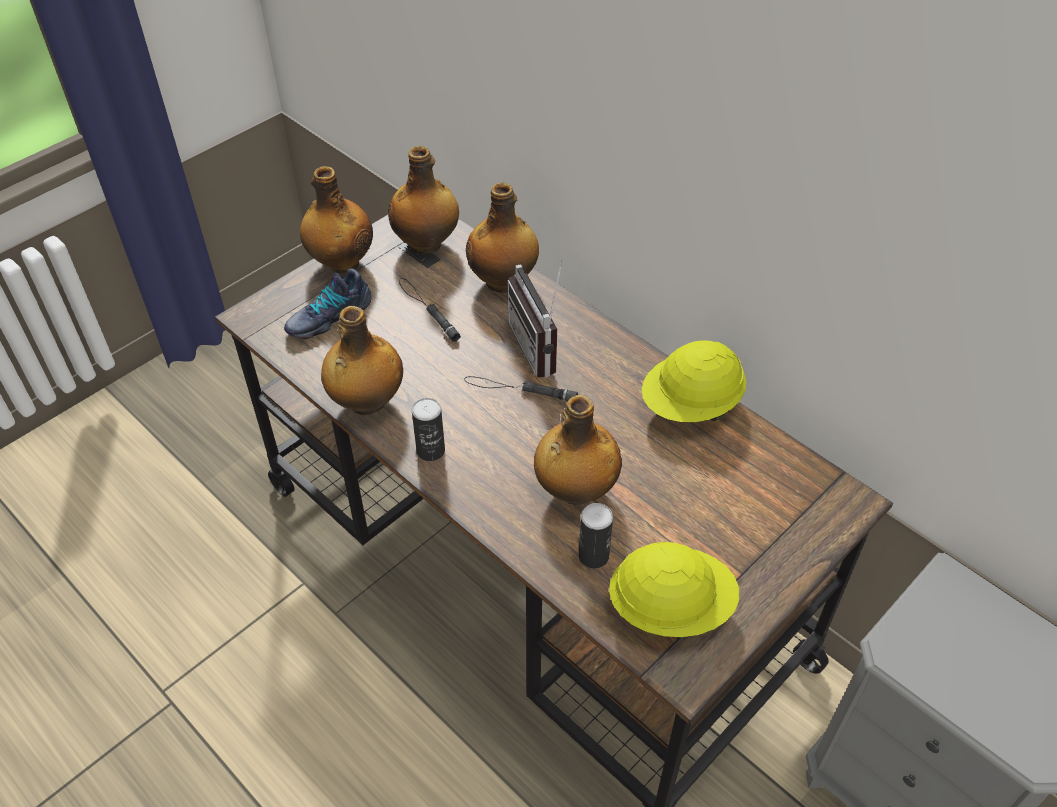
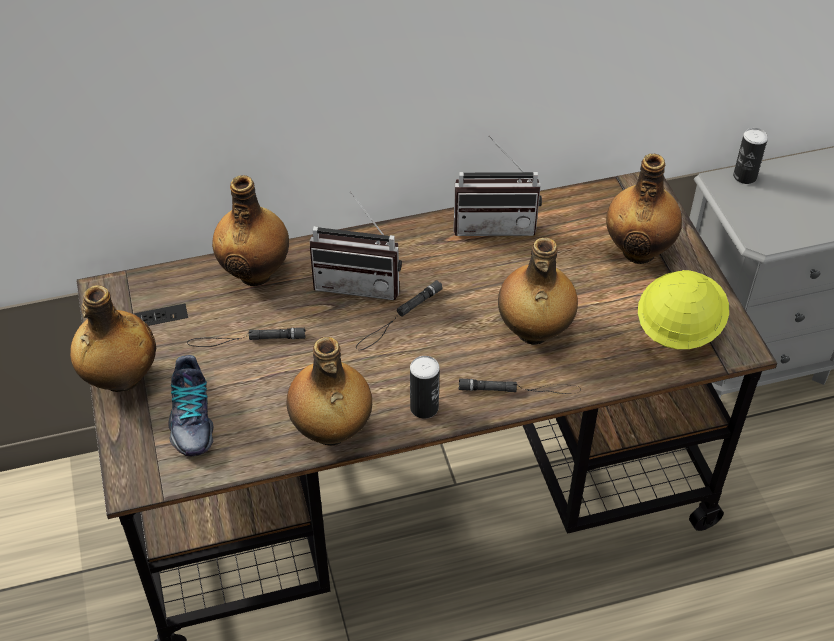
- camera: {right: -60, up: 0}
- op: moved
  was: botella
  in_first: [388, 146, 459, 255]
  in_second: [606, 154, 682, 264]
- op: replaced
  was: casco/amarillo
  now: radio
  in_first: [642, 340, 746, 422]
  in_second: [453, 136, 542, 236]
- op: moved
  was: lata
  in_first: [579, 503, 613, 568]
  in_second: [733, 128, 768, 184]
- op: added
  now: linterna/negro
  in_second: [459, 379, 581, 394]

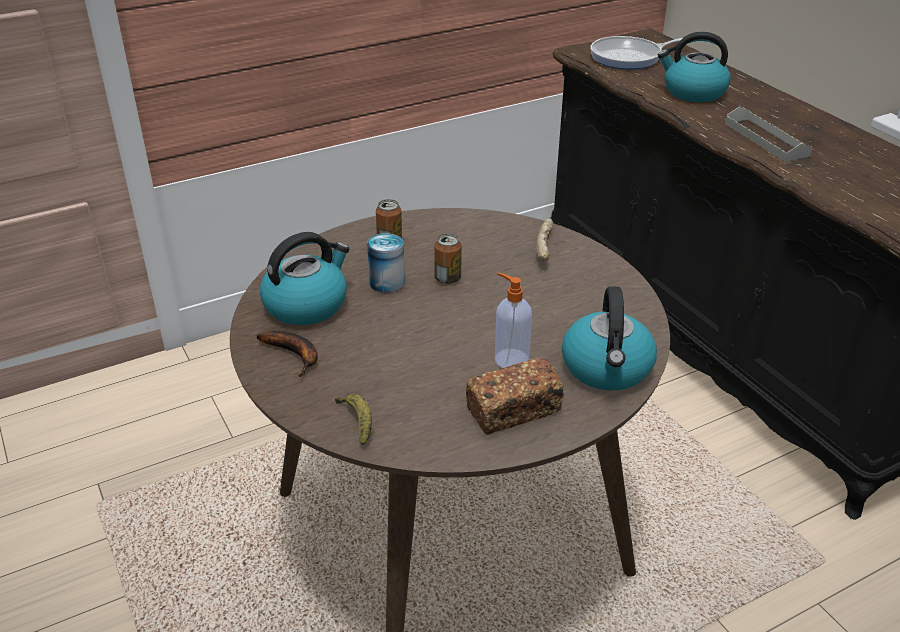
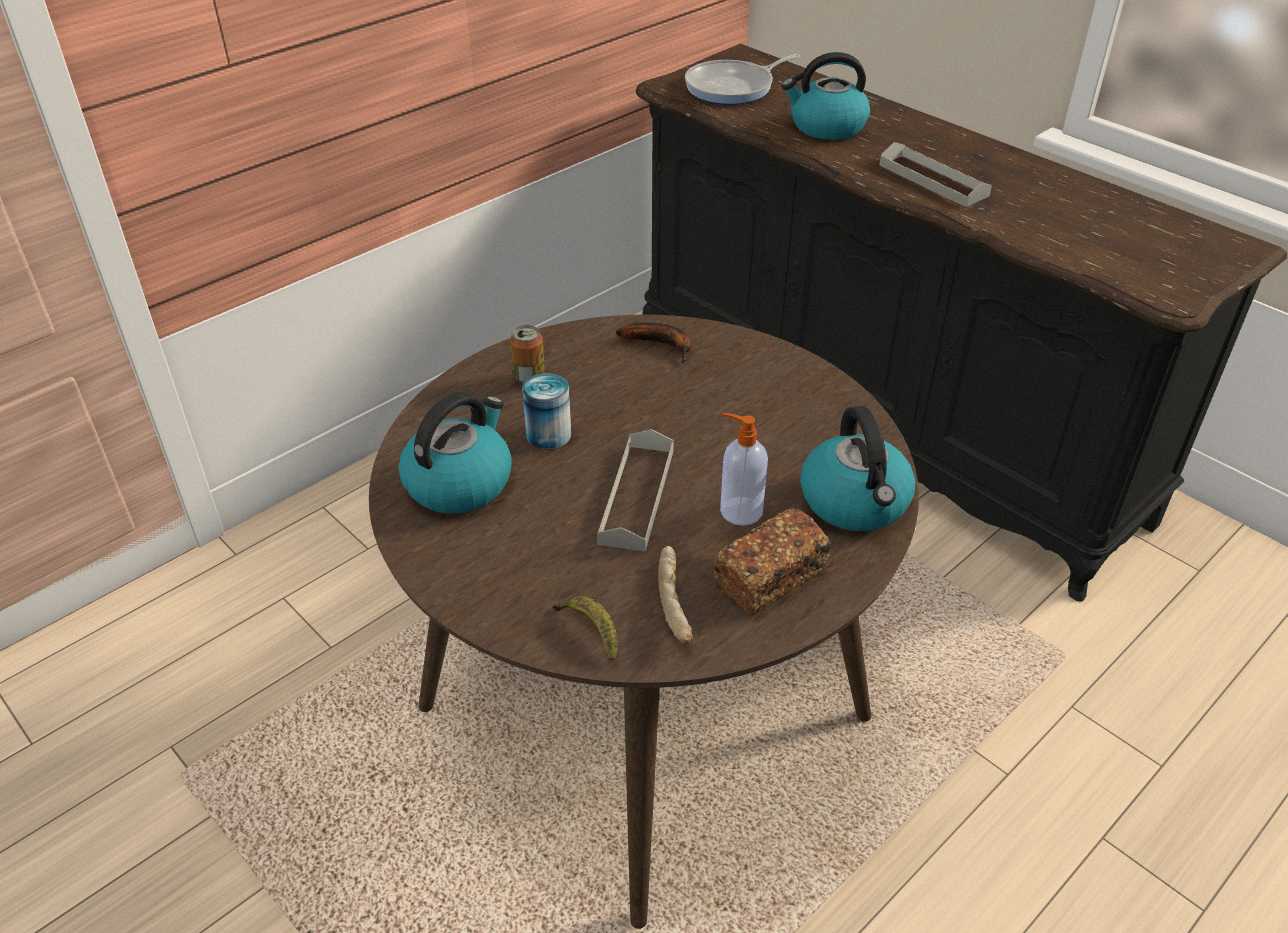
- camera: {right: -15, up: 5}
- op: moved
  was: pan
  in_first: [536, 218, 553, 261]
  in_second: [658, 546, 693, 645]
- op: removed
  was: lata
  in_first: [434, 234, 462, 284]
- op: moved
  was: plátano
  in_first: [256, 330, 318, 377]
  in_second: [616, 323, 692, 363]
- op: added
  now: bandeja/gris
  in_second: [597, 429, 674, 552]

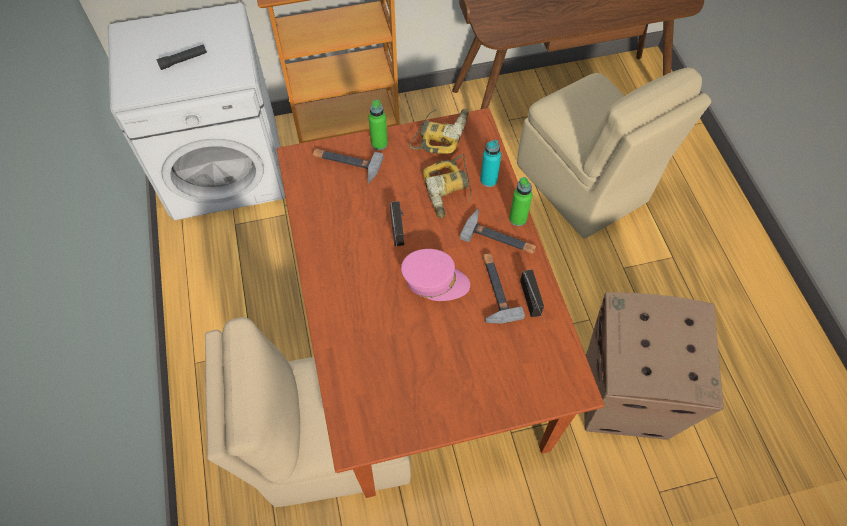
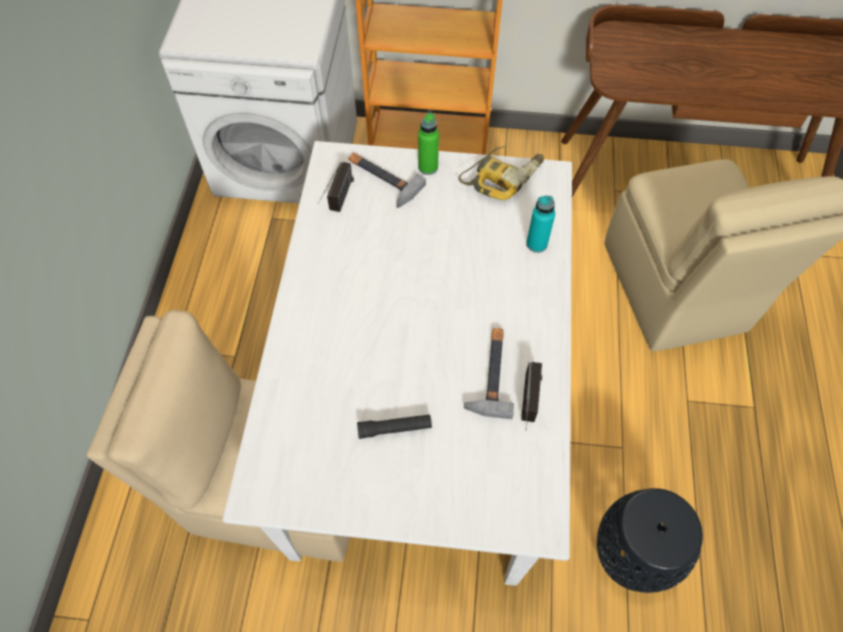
- camera: {right: 20, up: 0}
- op: moved
  was: linterna/negro
  in_first: [156, 45, 207, 70]
  in_second: [357, 415, 432, 439]
- op: recoloured
  was: mesa de comedor/marrón
  now: mesa de comedor/blanco
  in_first: [277, 108, 605, 498]
  in_second: [222, 141, 572, 586]
- op: removed
  was: taladro
  in_first: [423, 155, 472, 218]
- op: removed
  was: botella/verde
  in_first: [509, 177, 533, 226]
- op: moved
  was: radio
  in_first: [390, 201, 404, 246]
  in_second: [318, 162, 354, 212]
- op: removed
  was: martillo
  in_first: [460, 209, 536, 254]
- op: removed
  was: gorra/rosa
  in_first: [401, 249, 470, 301]
- op: replaced
  was: caja de cartón
  now: taburete/negro
  in_first: [584, 292, 724, 440]
  in_second: [597, 488, 703, 593]

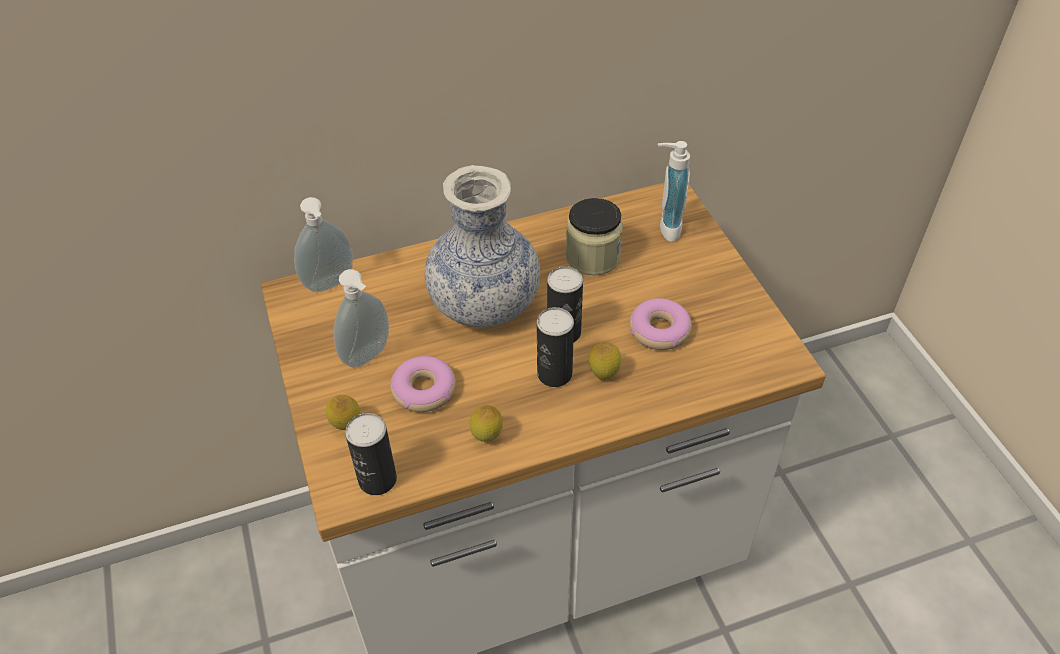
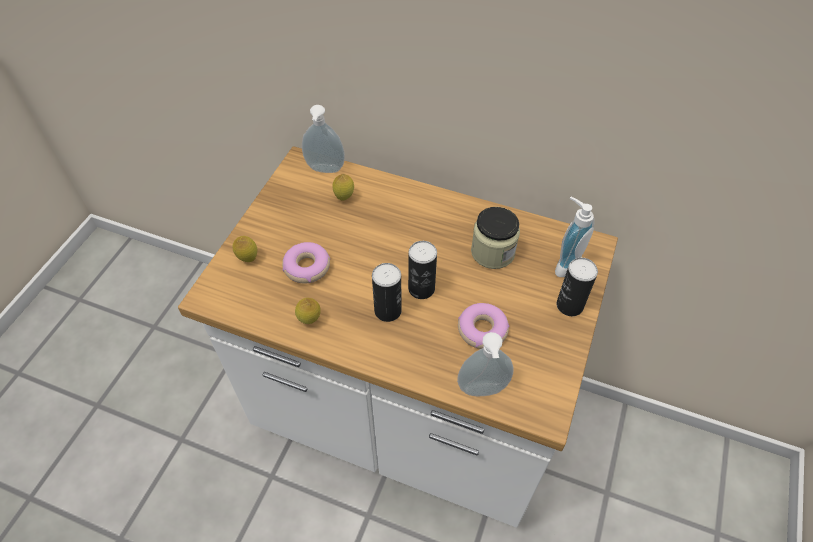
- camera: {right: 40, up: 5}
- op: removed
  was: florero
  in_first: [425, 165, 540, 327]
- op: moved
  was: dispensador de jabón
  in_first: [334, 269, 389, 368]
  in_second: [457, 332, 513, 396]
- op: moved
  was: limón
  in_first: [589, 342, 621, 380]
  in_second: [333, 174, 354, 201]
- op: moved
  was: lata
  in_first: [345, 413, 397, 495]
  in_second: [557, 258, 598, 316]

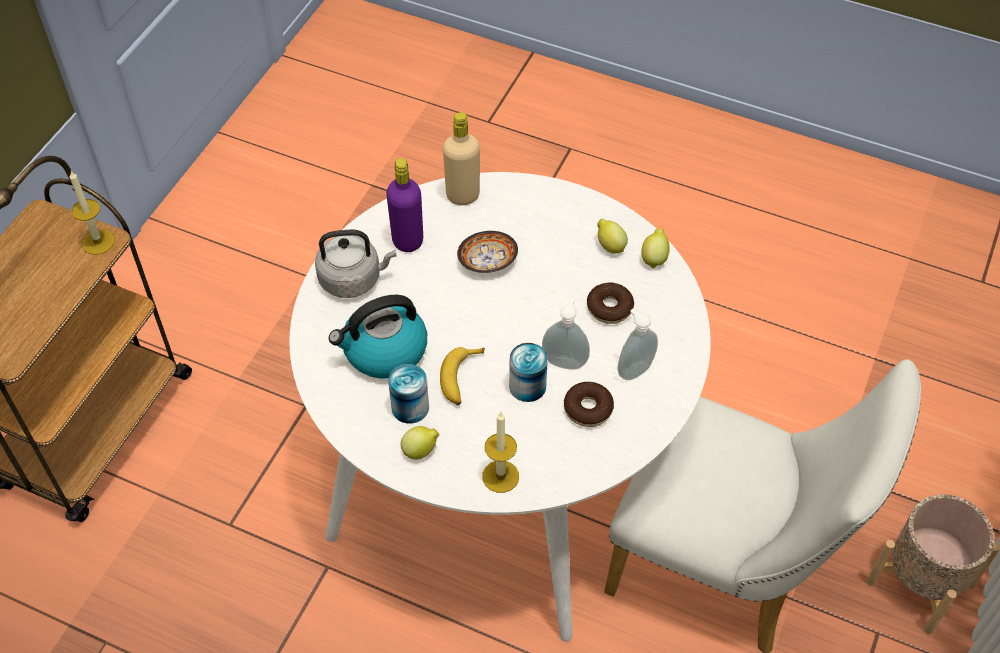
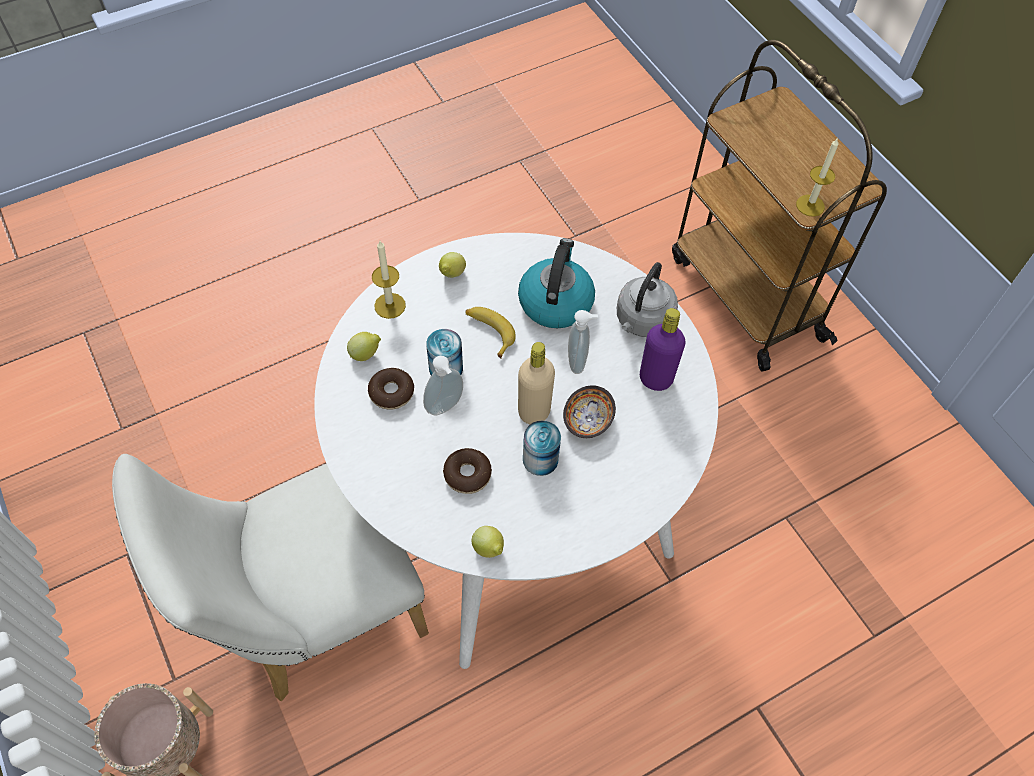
- camera: {right: 125, up: 5}
- op: moved
  was: botella/beis
  in_first: [443, 112, 480, 205]
  in_second: [518, 342, 555, 424]
- op: moved
  was: limón
  in_first: [597, 219, 628, 254]
  in_second: [347, 332, 381, 361]
- op: moved
  was: dispensador de jabón
  in_first: [618, 308, 658, 380]
  in_second: [568, 310, 598, 374]
- op: moved
  was: lata
  in_first: [388, 364, 429, 423]
  in_second: [523, 421, 561, 476]

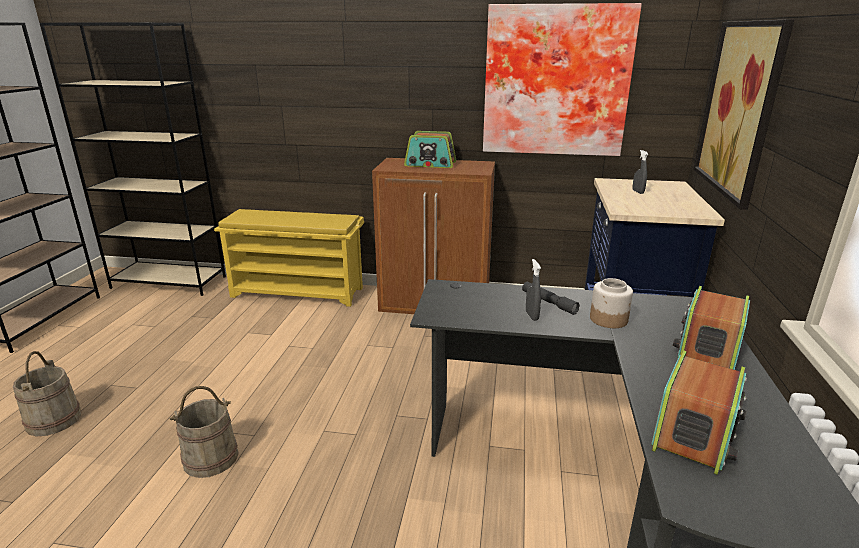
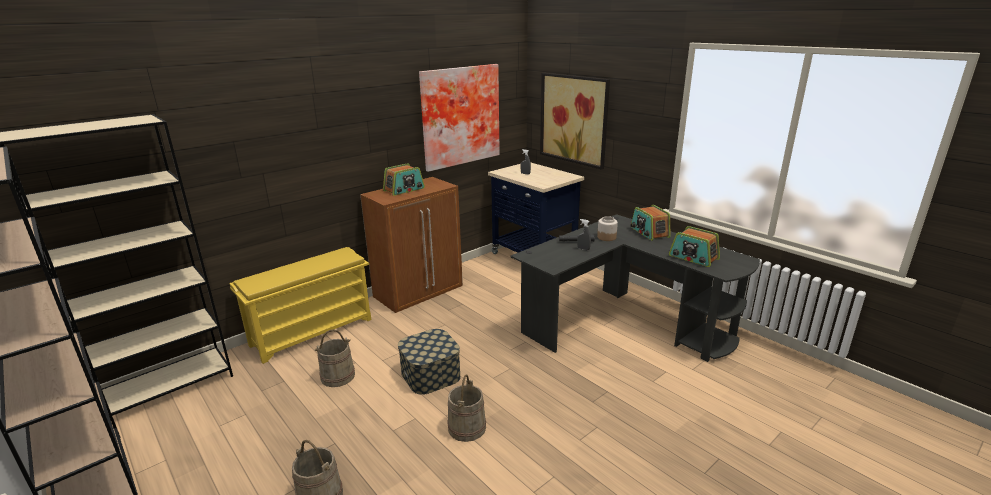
- camera: {right: -50, up: 0}
- op: turned
  was: radio
  in_first: [651, 350, 747, 475]
  in_second: [669, 226, 720, 267]
  clockwise: 150
- op: added
  now: cubo/beis
  in_second: [315, 329, 355, 387]
- op: added
  now: caja de almacenaje
  in_second: [398, 329, 461, 395]

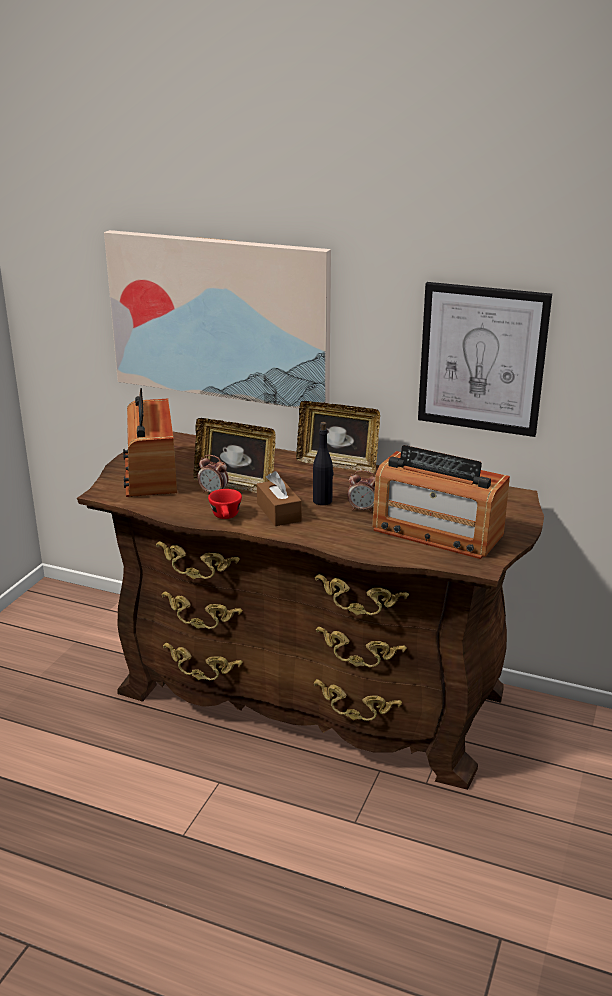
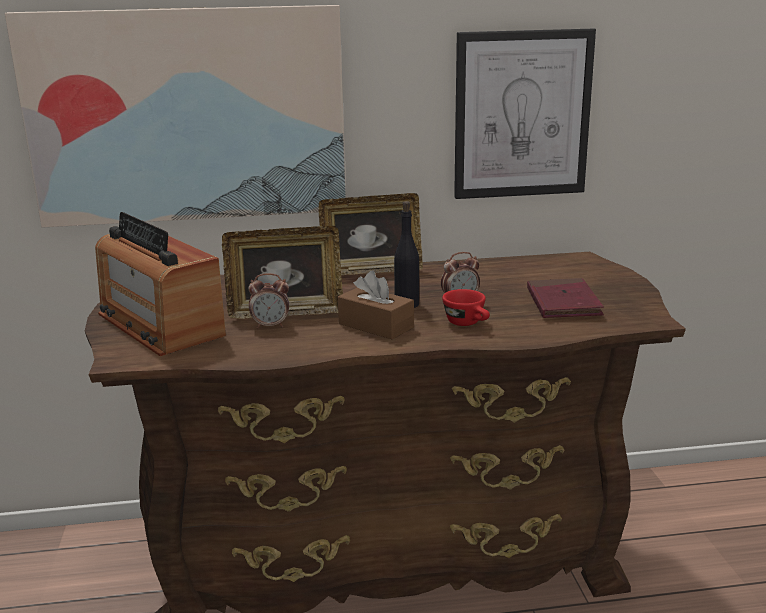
- camera: {right: -30, up: -5}
- op: replaced
  was: radio
  now: libro/rojo
  in_first: [372, 445, 510, 559]
  in_second: [527, 278, 604, 318]
- op: moved
  was: taza/rojo
  in_first: [208, 489, 242, 519]
  in_second: [442, 289, 490, 326]

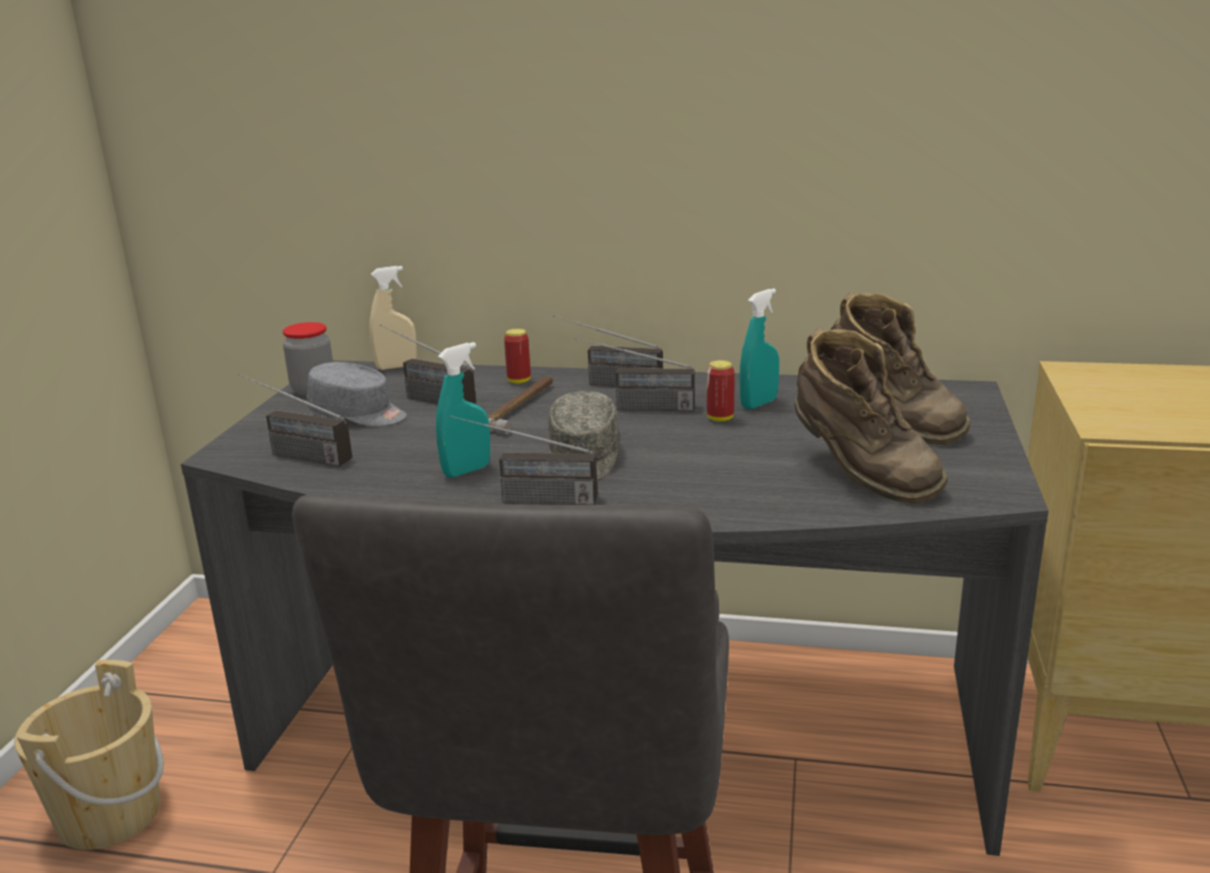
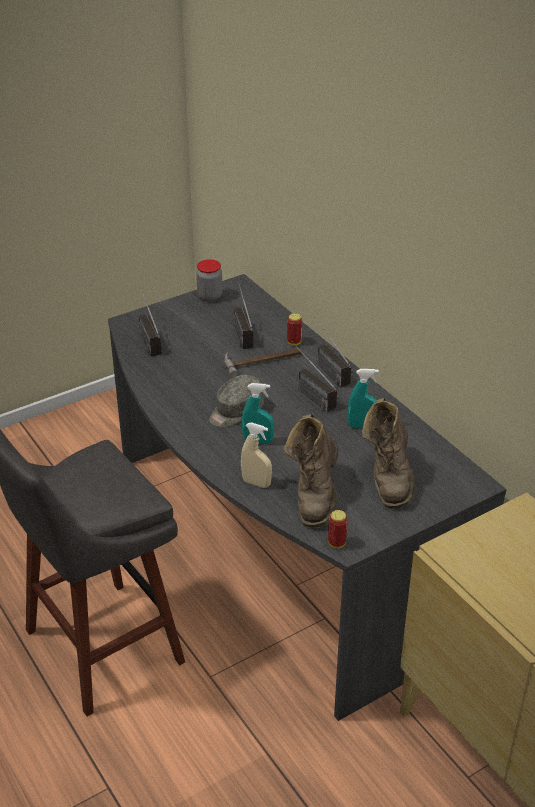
- camera: {right: 45, up: 15}
- op: moved
  was: pulverizador/beis
  in_first: [369, 266, 417, 370]
  in_second: [241, 422, 272, 488]
- op: moved
  was: pulverizador/turquesa
  in_first: [436, 342, 490, 478]
  in_second: [242, 383, 274, 444]
- op: moved
  was: lata
  in_first: [707, 360, 735, 422]
  in_second: [328, 510, 347, 548]
- op: removed
  was: gorra/gris
  in_first: [307, 362, 407, 426]
- op: removed
  was: radio
  in_first: [451, 415, 598, 505]
- op: removed
  was: cubo/beis
  in_first: [14, 660, 164, 850]

